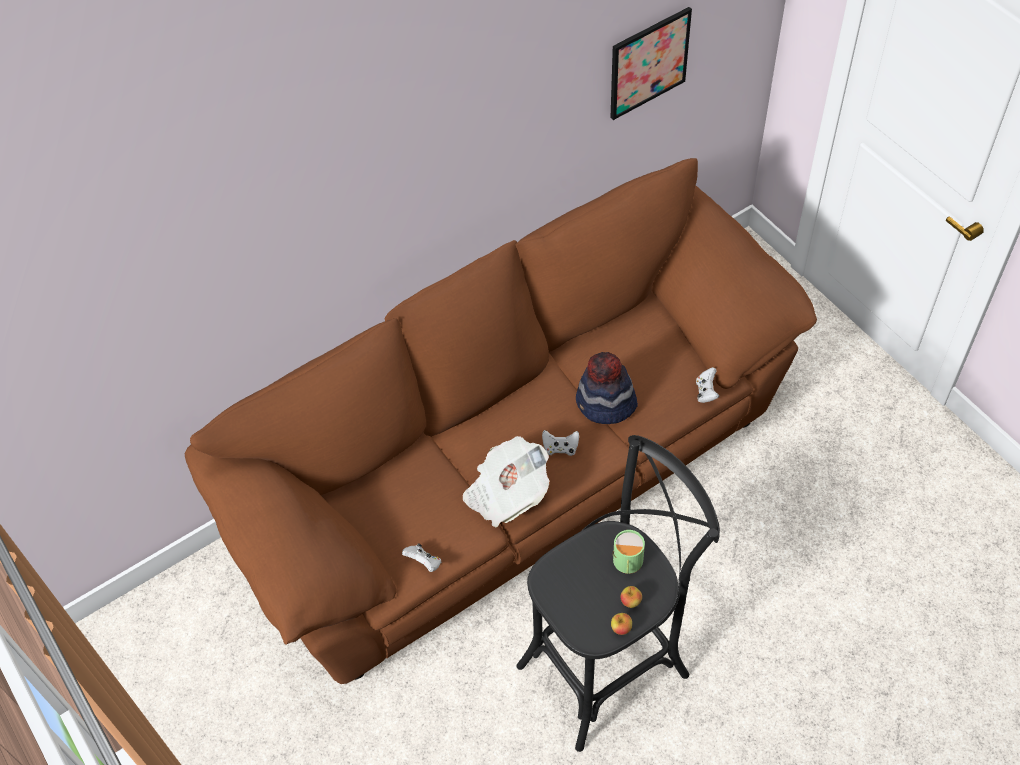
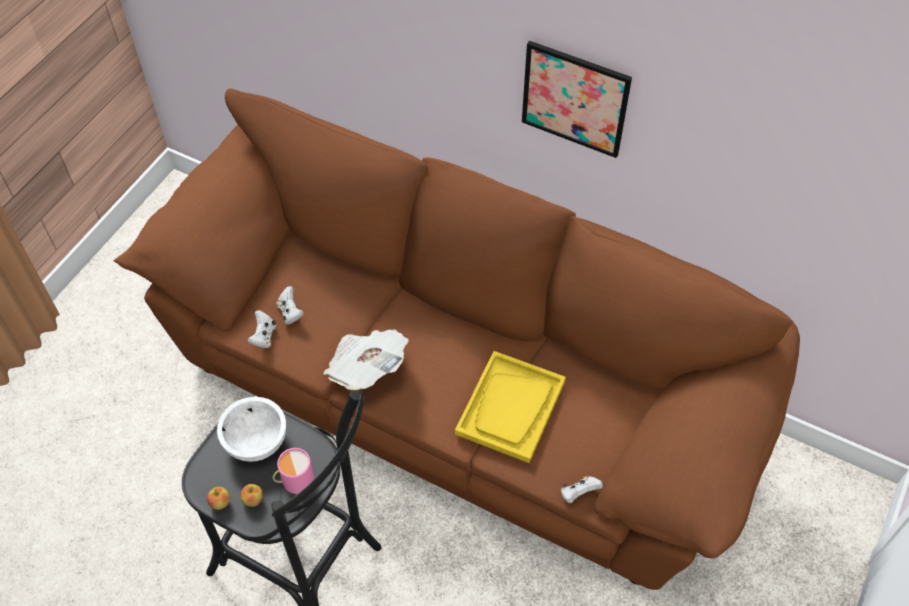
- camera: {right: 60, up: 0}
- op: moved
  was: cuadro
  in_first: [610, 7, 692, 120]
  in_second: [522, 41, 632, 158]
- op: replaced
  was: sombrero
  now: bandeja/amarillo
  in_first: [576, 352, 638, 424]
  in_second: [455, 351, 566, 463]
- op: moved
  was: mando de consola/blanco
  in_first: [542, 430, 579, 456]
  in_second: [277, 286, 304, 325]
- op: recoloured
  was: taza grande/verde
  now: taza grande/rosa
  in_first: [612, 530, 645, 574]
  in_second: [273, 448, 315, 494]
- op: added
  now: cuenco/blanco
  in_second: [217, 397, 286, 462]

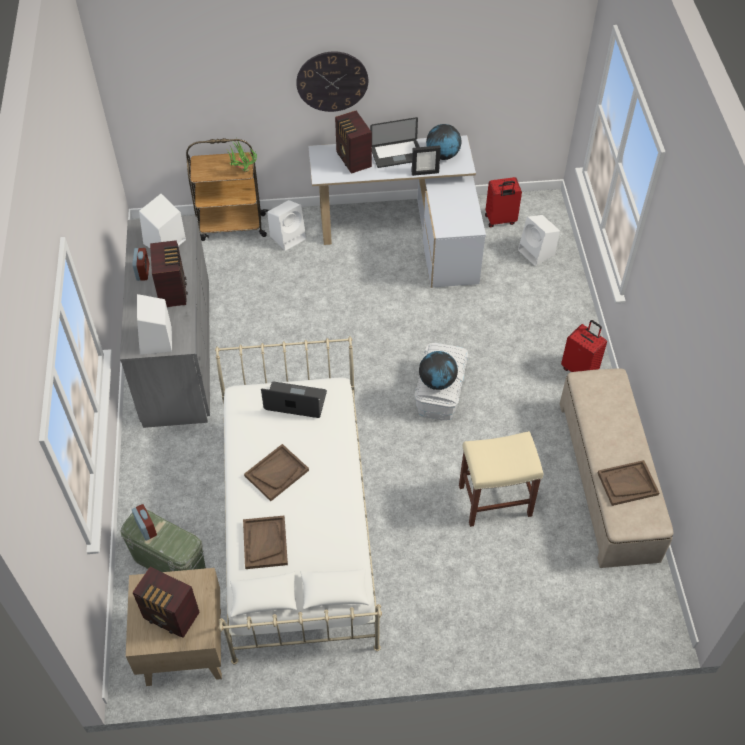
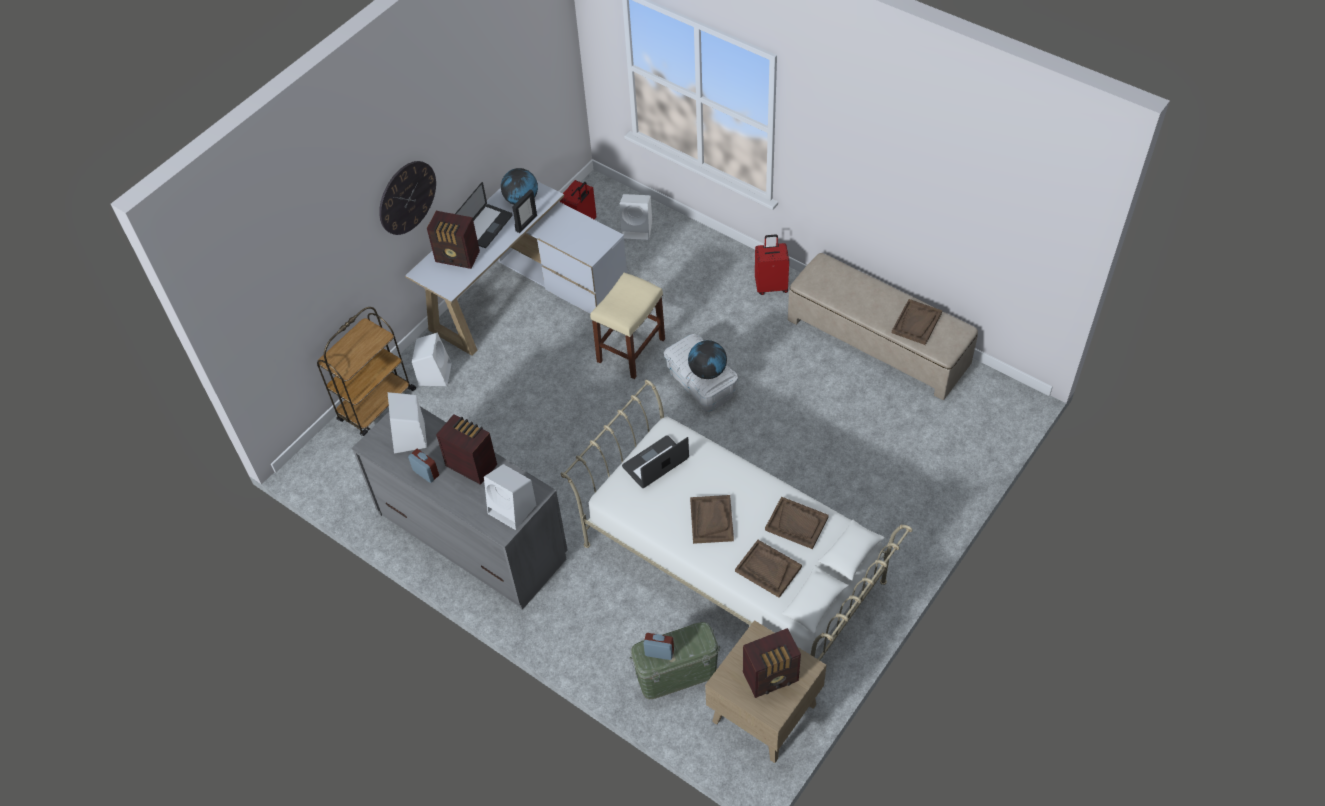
- camera: {right: -45, up: 0}
- op: removed
  was: planta en maceta
  in_first: [227, 141, 257, 172]
- op: moved
  was: taburete/beis
  in_first: [459, 431, 543, 527]
  in_second: [590, 272, 665, 379]
- op: added
  now: bandeja/marrón
  in_second: [765, 497, 829, 549]

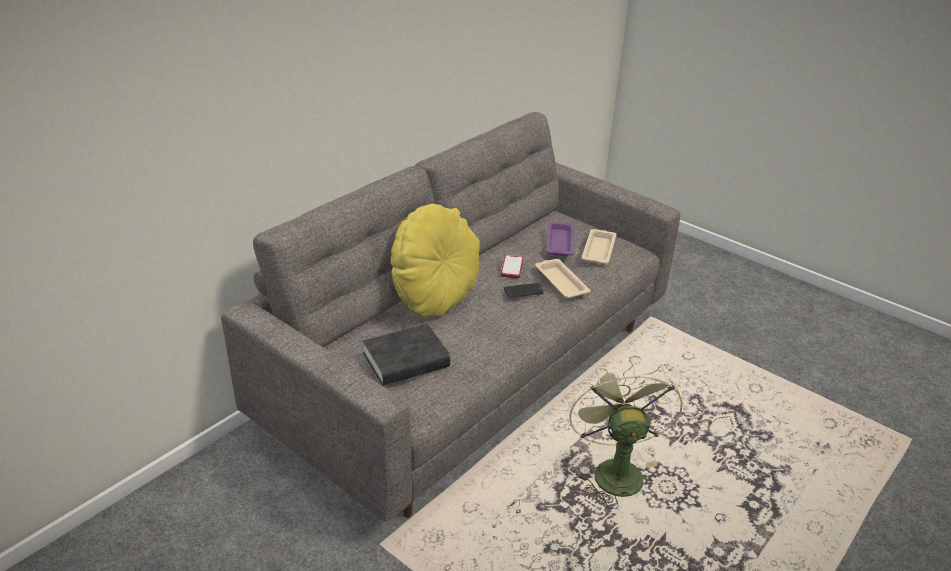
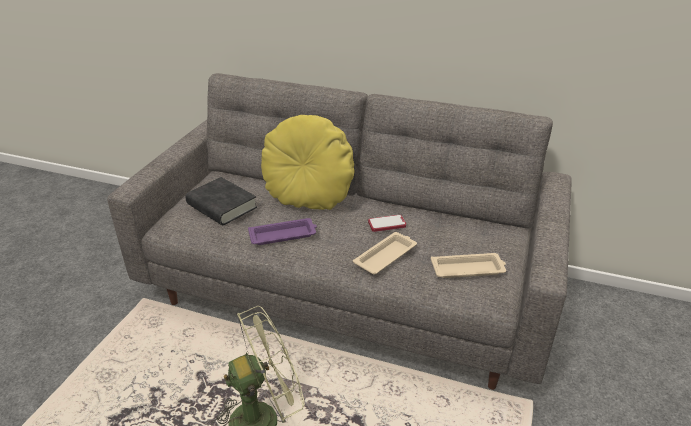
- camera: {right: 70, up: 0}
- op: moved
  was: bandeja/morado
  in_first: [547, 222, 574, 256]
  in_second: [248, 218, 317, 245]
- op: removed
  was: móvil
  in_first: [504, 283, 544, 298]

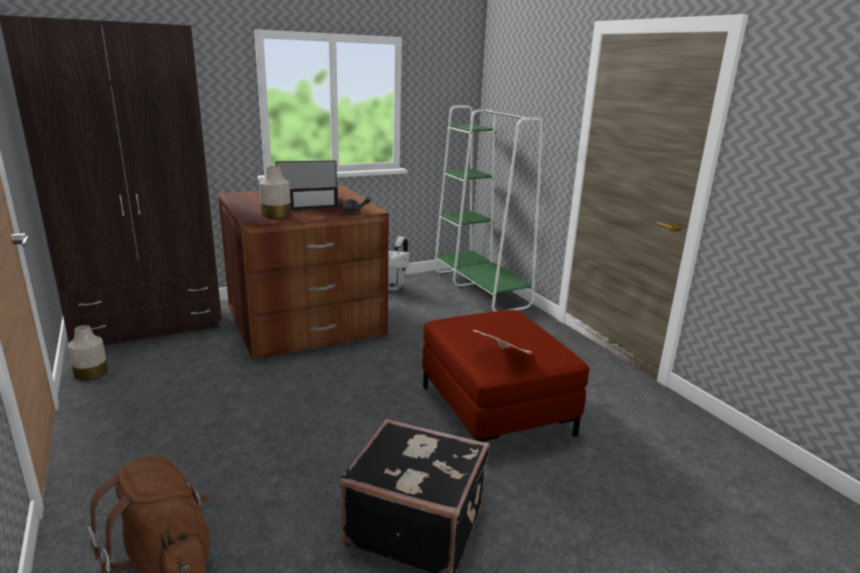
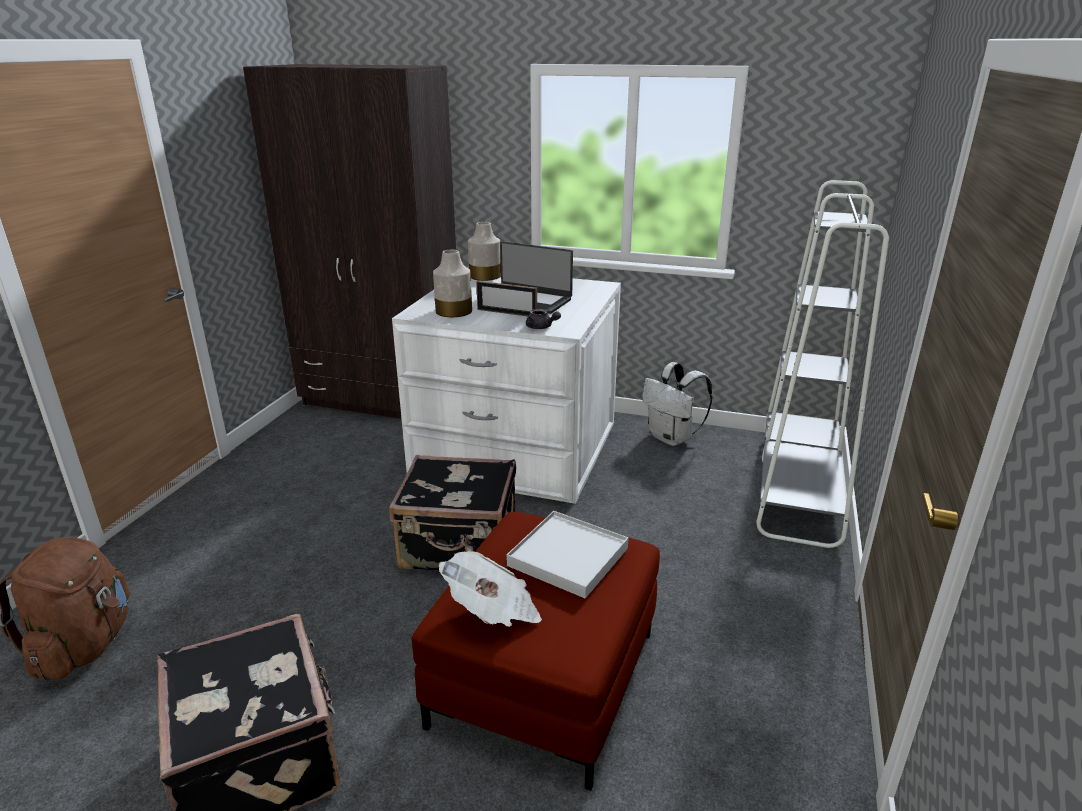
- camera: {right: 45, up: 5}
- op: recoloured
  was: perchero/verde
  now: perchero/gris
  in_first: [434, 106, 543, 312]
  in_second: [756, 180, 889, 548]
- op: recoloured
  was: cómoda/marrón
  now: cómoda/blanco
  in_first: [218, 185, 389, 359]
  in_second: [392, 277, 621, 504]
- op: moved
  was: florero/beis
  in_first: [68, 325, 108, 381]
  in_second: [468, 222, 501, 281]
- op: added
  now: maleta/negro
  in_second: [389, 455, 516, 570]
- op: added
  now: bandeja/blanco
  in_second: [506, 511, 629, 598]

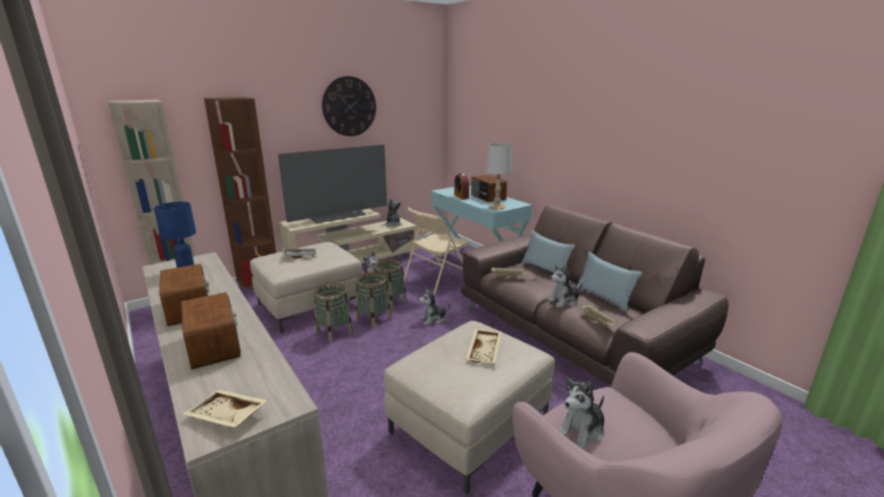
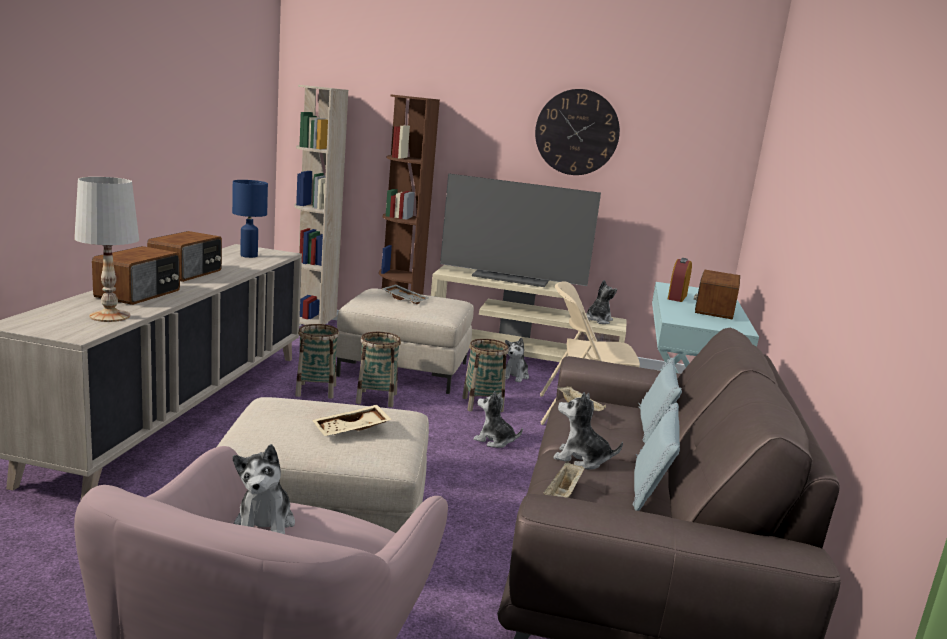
- camera: {right: 45, up: -5}
- op: moved
  was: lámpara de mesa/blanco
  in_first: [486, 143, 512, 209]
  in_second: [74, 177, 139, 322]
- op: moved
  was: cesta
  in_first: [356, 272, 392, 329]
  in_second: [295, 324, 339, 399]
- op: turned
  was: peluche
  in_first: [558, 377, 605, 449]
  in_second: [233, 444, 295, 534]
  clockwise: -105
- op: removed
  was: bandeja/beis
  in_first: [183, 390, 268, 428]

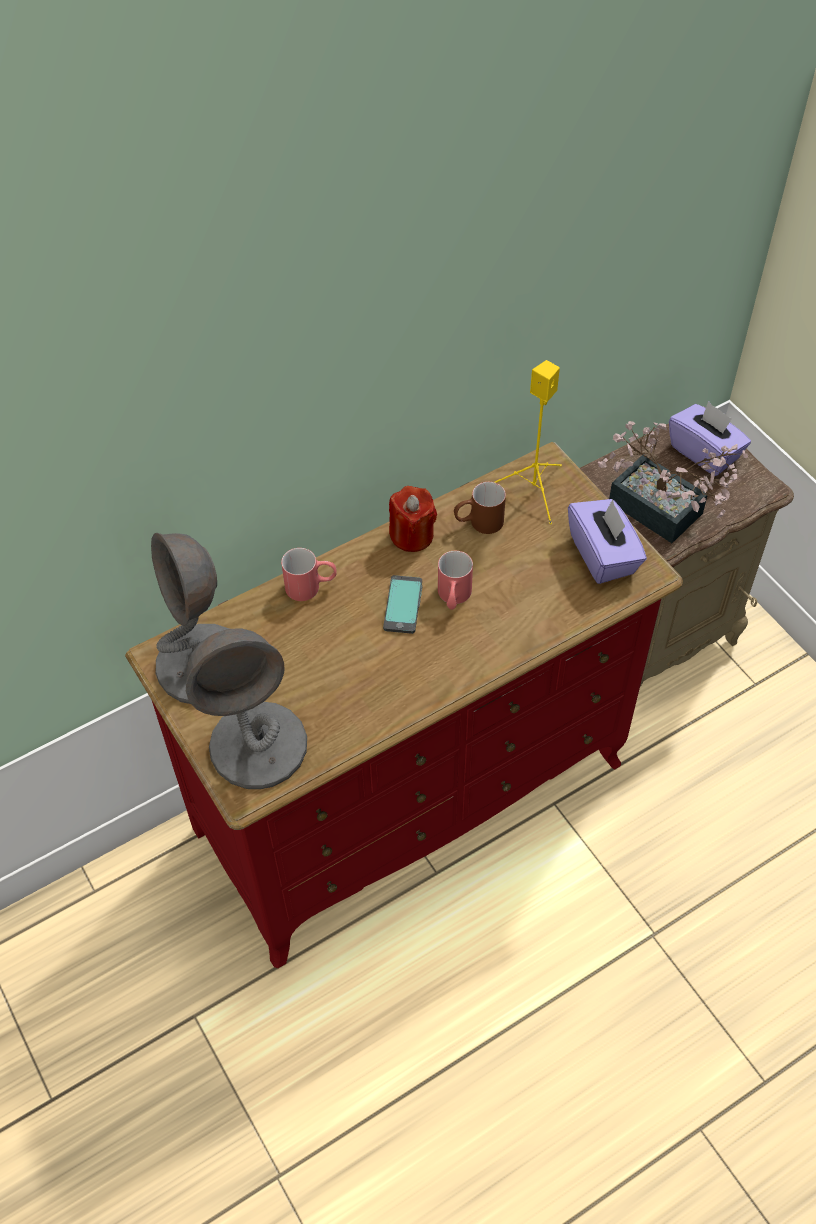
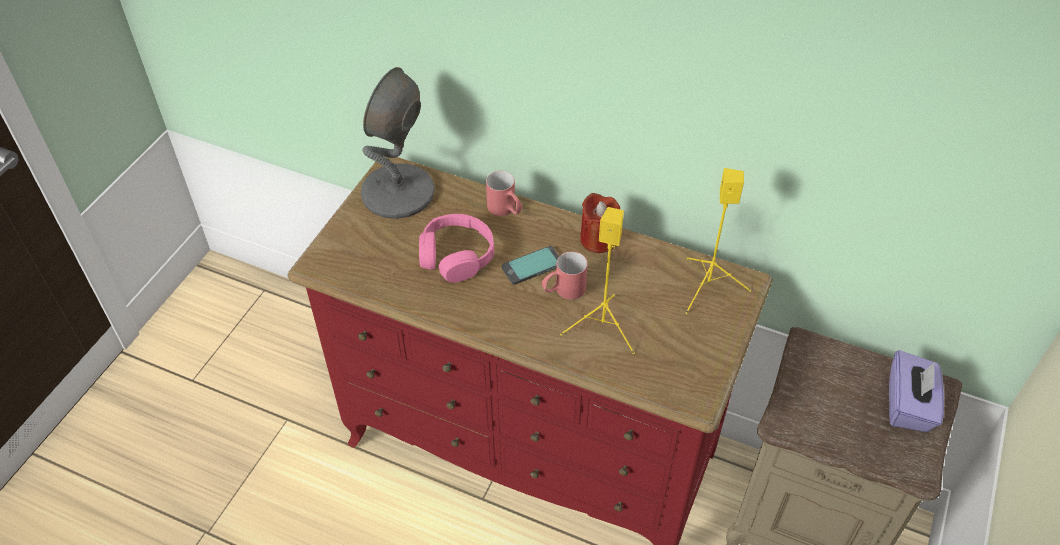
- camera: {right: 55, up: -5}
- op: removed
  was: planta en maceta
  in_first: [598, 421, 748, 543]
- op: removed
  was: taza grande/marrón
  in_first: [454, 482, 506, 534]
- op: removed
  was: caja de pañuelos/morado
  in_first: [568, 499, 647, 584]
- op: removed
  was: lámpara de mesa/gris
  in_first: [186, 628, 307, 789]
- op: added
  now: altavoz/amarillo
  in_second: [560, 207, 635, 354]
- op: added
  now: auriculares/rosa
  in_second: [419, 214, 494, 283]

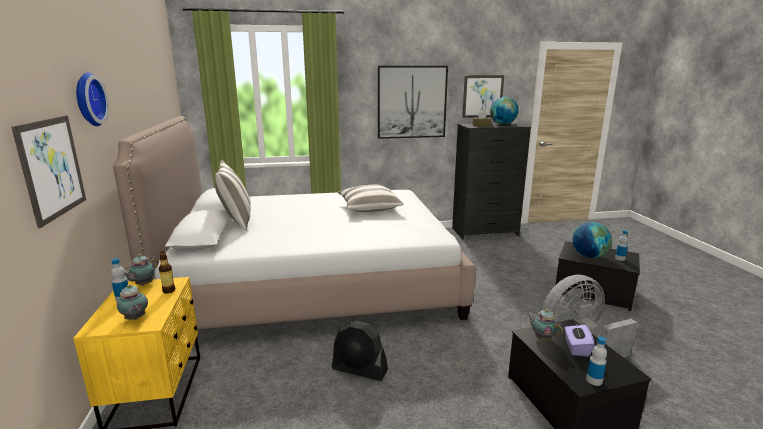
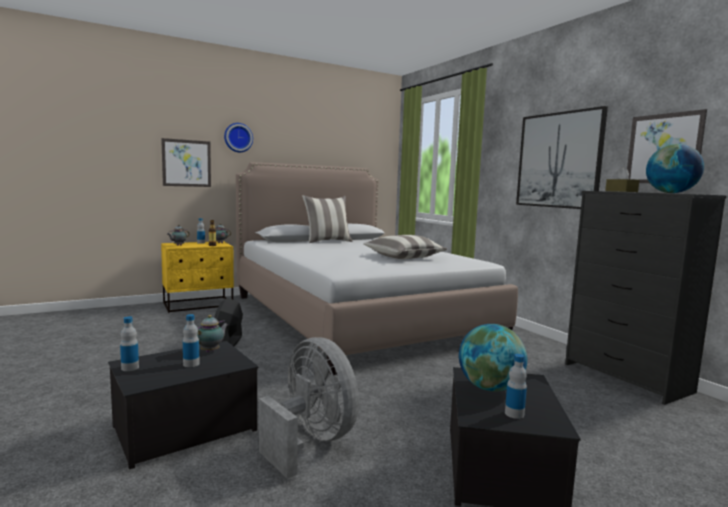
- camera: {right: 70, up: -10}
- op: replaced
  was: caja de pañuelos/morado
  now: botella
  in_first: [565, 324, 594, 357]
  in_second: [183, 314, 200, 367]

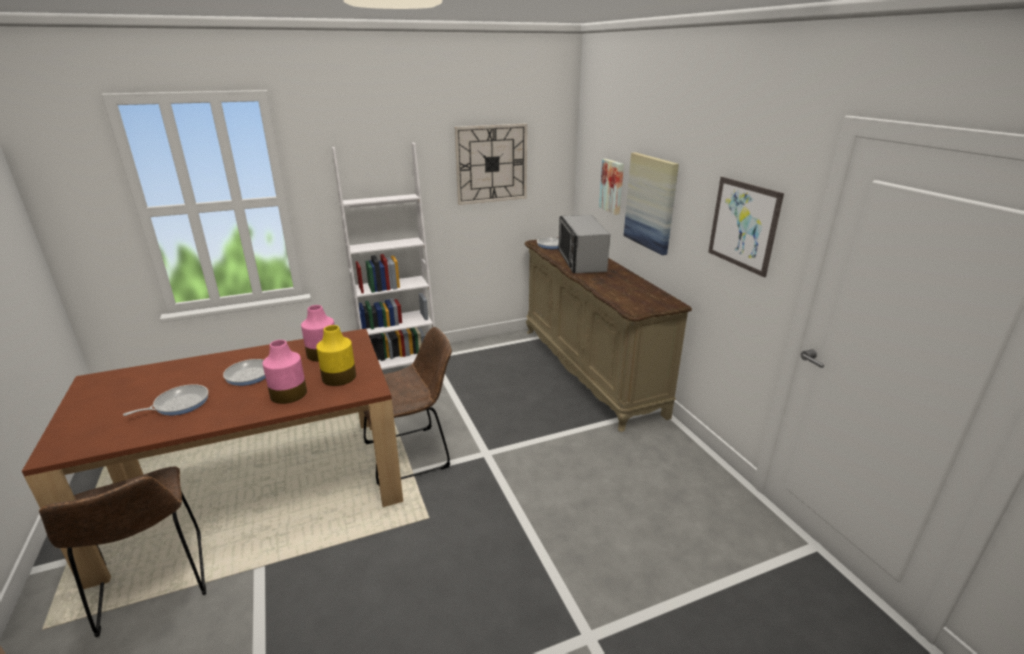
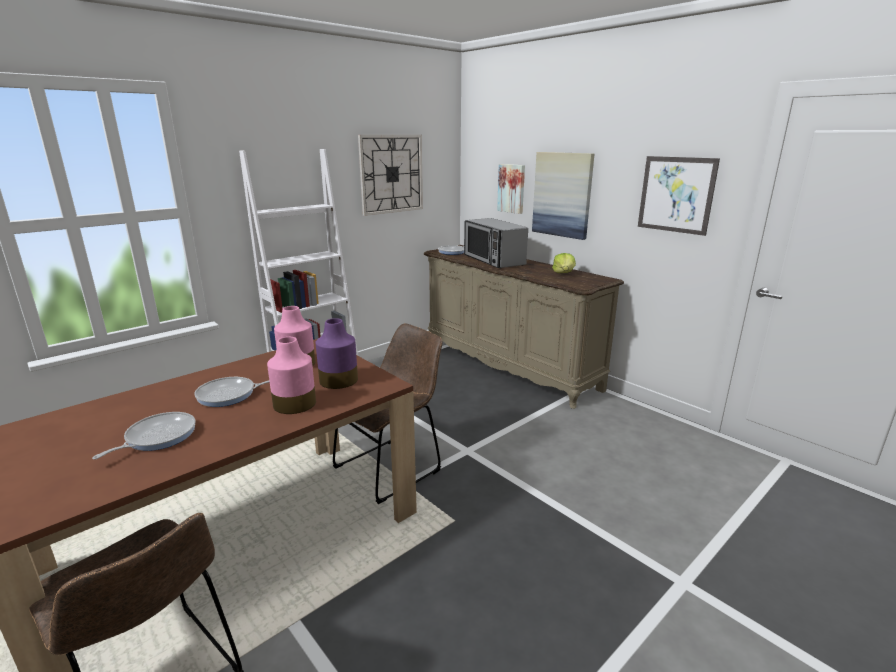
- camera: {right: -20, up: -5}
- op: recoloured
  was: florero/amarillo
  now: florero/morado
  in_first: [316, 325, 356, 386]
  in_second: [316, 318, 358, 389]
- op: added
  now: lechuga
  in_second: [552, 253, 576, 273]

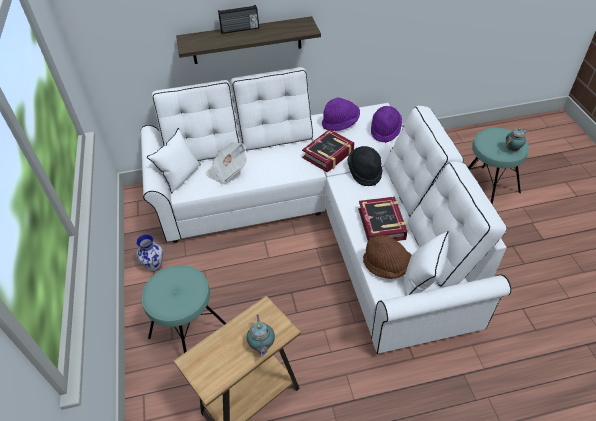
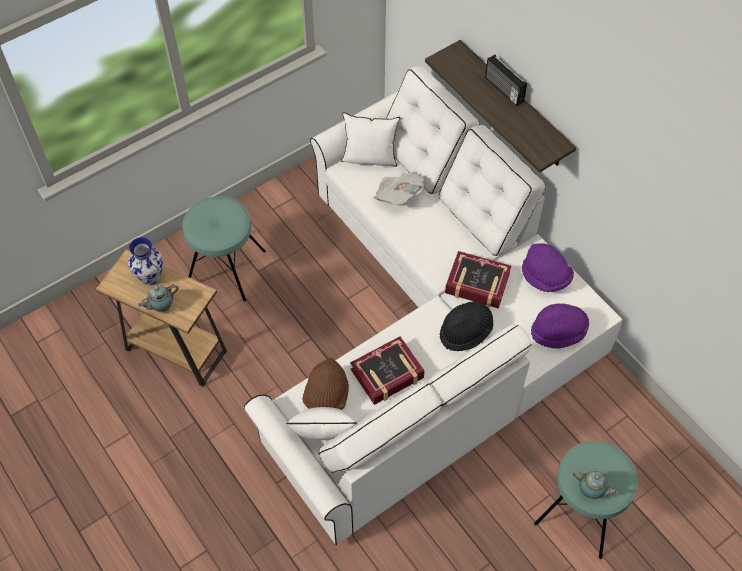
- camera: {right: 65, up: 10}
- op: moved
  was: florero
  in_first: [136, 234, 163, 272]
  in_second: [128, 237, 163, 285]

